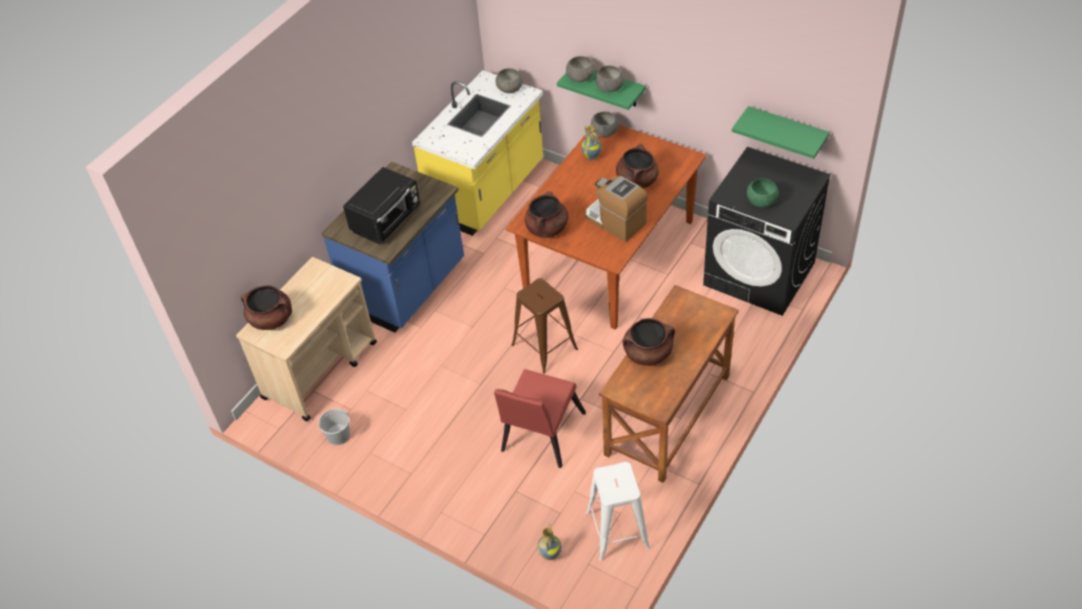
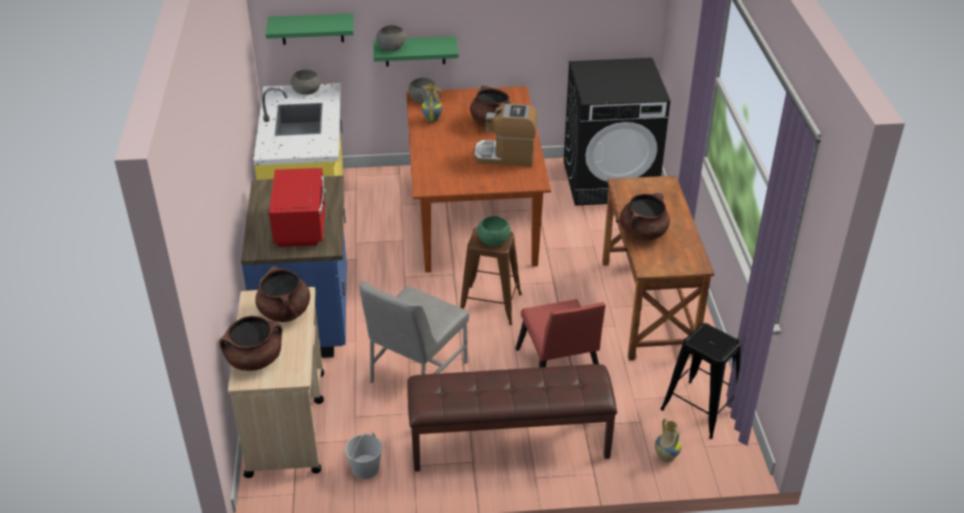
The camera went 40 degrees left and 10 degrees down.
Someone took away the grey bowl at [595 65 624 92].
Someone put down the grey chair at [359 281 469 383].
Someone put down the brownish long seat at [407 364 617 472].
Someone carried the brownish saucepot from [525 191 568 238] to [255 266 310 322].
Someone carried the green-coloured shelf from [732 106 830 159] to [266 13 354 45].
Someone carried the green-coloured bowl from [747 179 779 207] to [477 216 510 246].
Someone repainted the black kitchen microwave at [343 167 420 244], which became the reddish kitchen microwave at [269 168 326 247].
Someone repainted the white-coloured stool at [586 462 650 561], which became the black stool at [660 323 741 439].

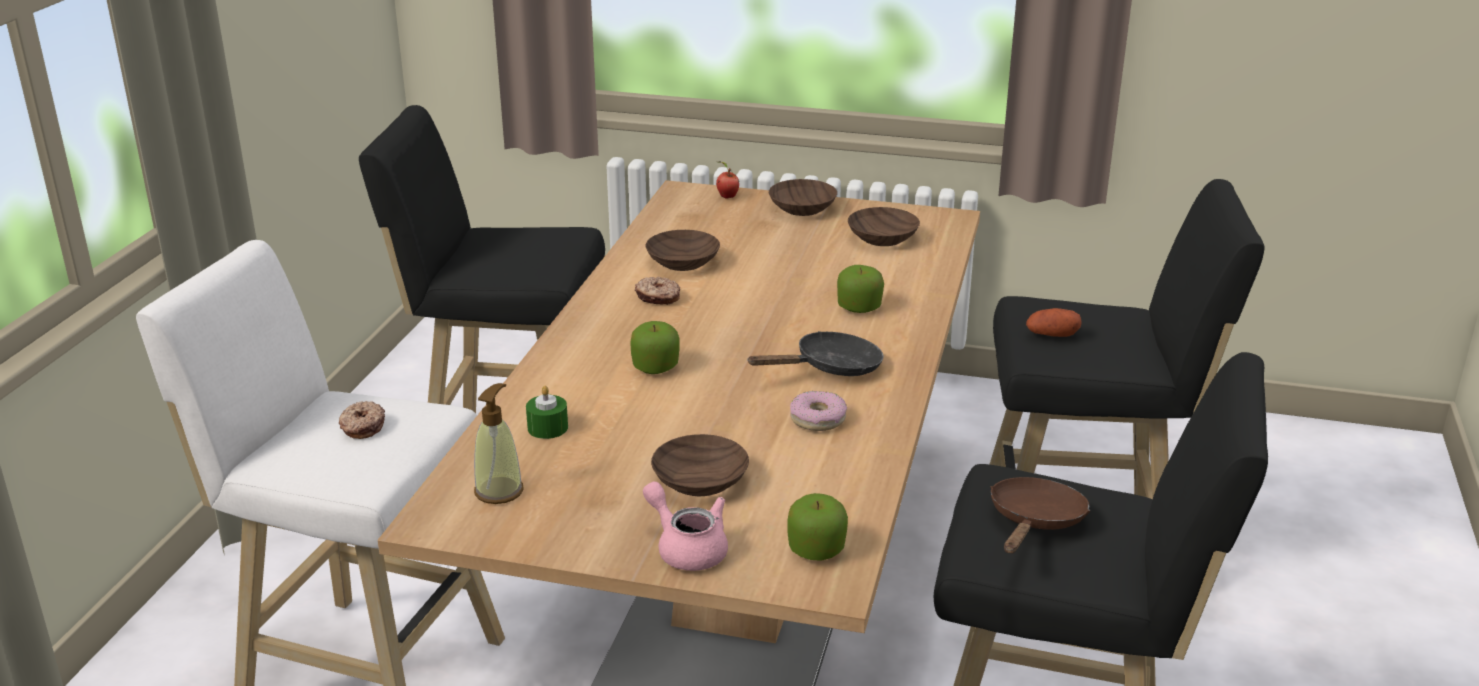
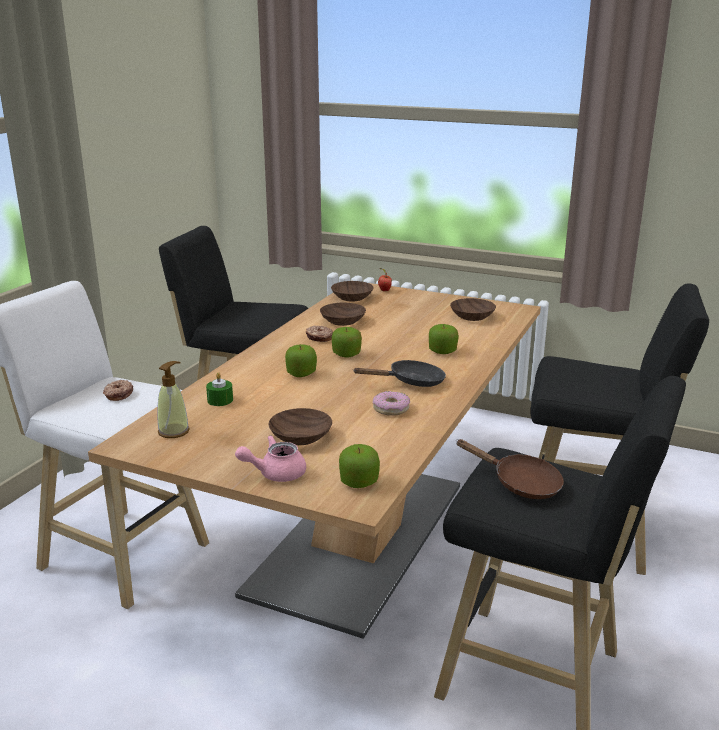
The camera went 10 degrees right and 5 degrees down.
Someone took away the spud at [1026 308 1082 337].
Someone put down the whole apple at [332 327 362 357].
Someone carried the brownish bowl from [769 179 837 216] to [331 281 373 301].
Someone rotated the pink-coloured teapot at [643 482 728 571] by 75 degrees counterclockwise.
Someone rotated the brownish skillet at [990 477 1090 554] by 90 degrees clockwise.

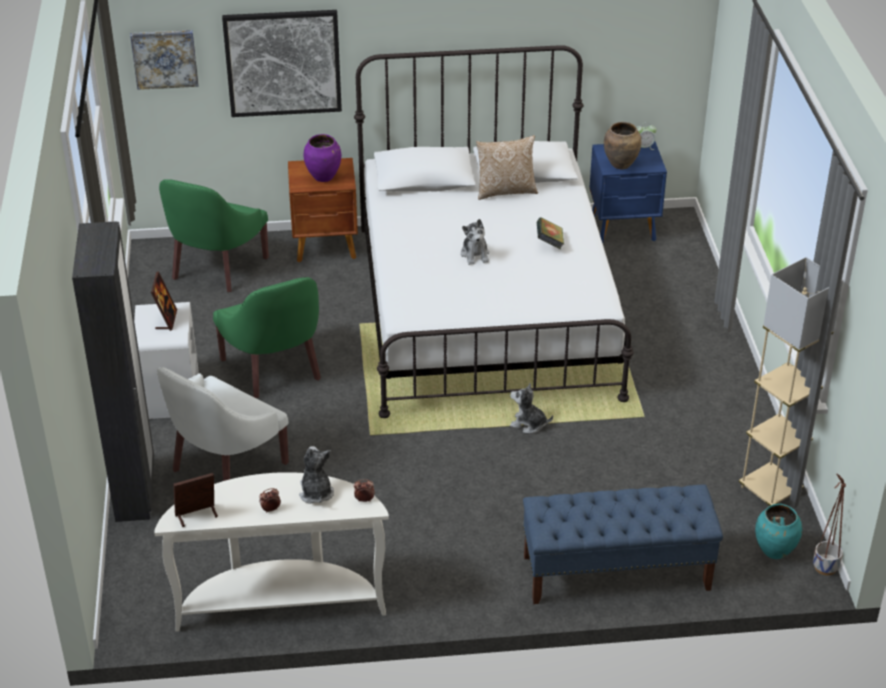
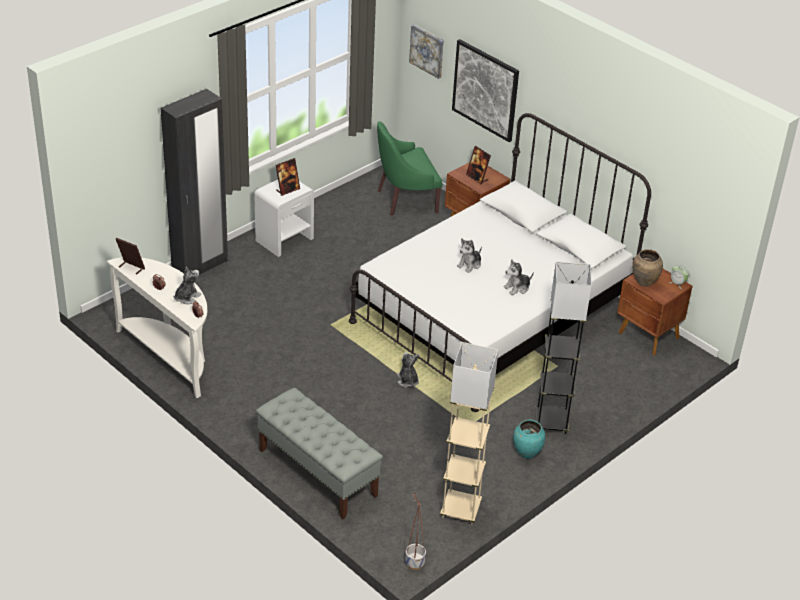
The camera went 50 degrees right and 0 degrees up.
Someone took away the white-coloured easy chair at [157 367 289 481].
Someone took away the green-coloured easy chair at [213 277 321 398].
Someone took away the throw pillow at [476 135 538 200].
Someone put down the grey standard lamp at [536 261 592 434].
Someone carried the turquoise-coloured vase from [755 504 802 559] to [513 419 545 459].
Someone swapped the purple-coloured vase at [304 134 341 182] for the standing frame at [466 146 491 184].
Someone swapped the bound book at [537 217 564 249] for the plush toy at [503 259 534 295].
Someone repainted the bluish long seat at [523 485 723 604], which became the grey long seat at [256 388 383 519].
Someone repainted the bluish bedside table at [590 141 667 243], which became the brownish bedside table at [617 269 693 355].

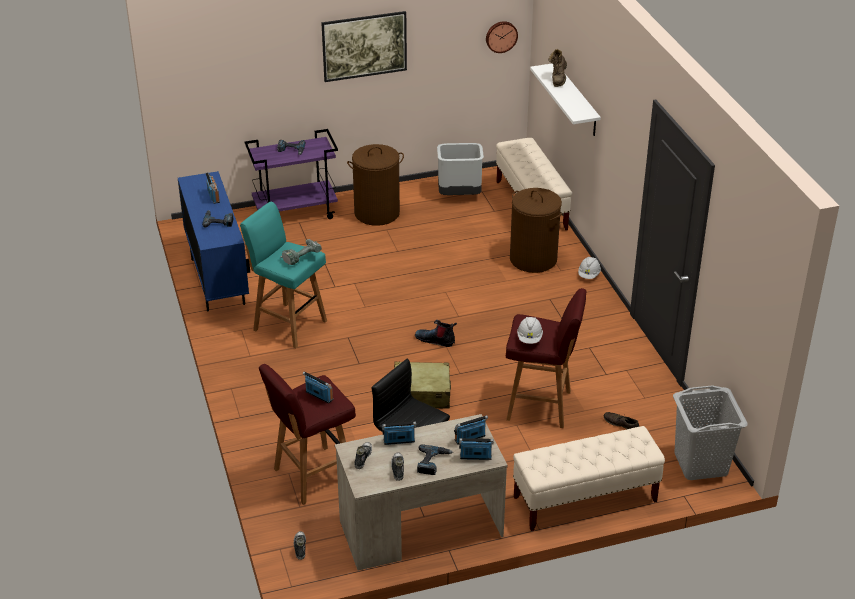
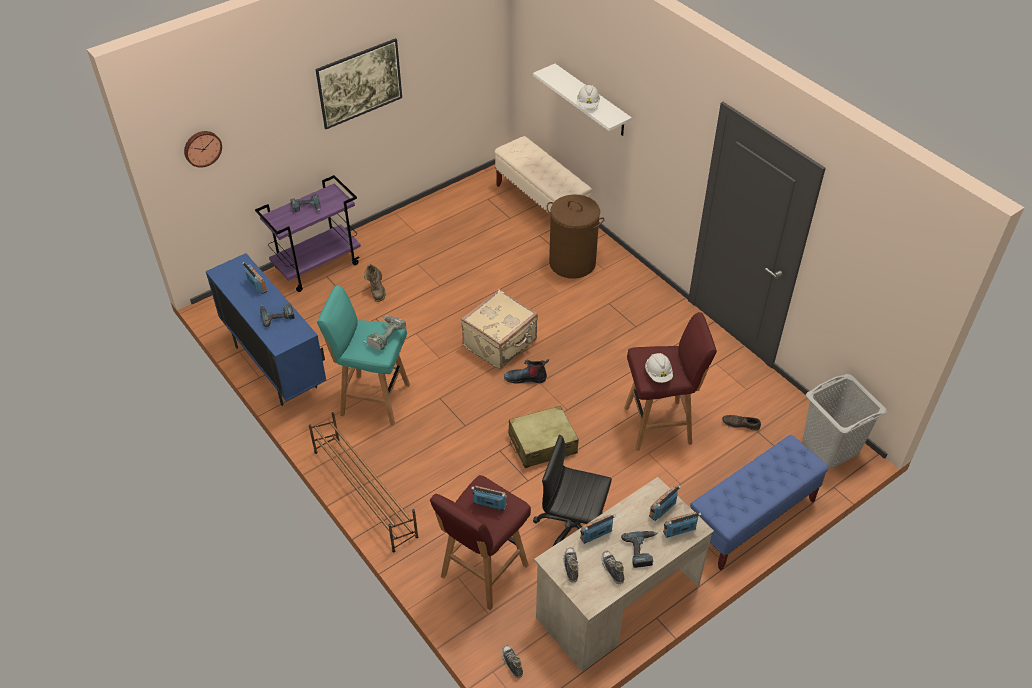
The camera went 20 degrees left and 10 degrees up.
Someone took away the brownish washing basket at [347 144 404 226].
Someone took away the grey trash can at [437 143 484 195].
Someone put down the brownish shoe shelf at [309 412 418 553].
Someone put down the beige-coloured travel case at [461 289 538 369].
Someone carried the hanging clock from [486 21 518 53] to [184 131 222 168].
Someone carried the brownish tall boot from [548 49 567 87] to [364 264 385 302].
Someone carried the white-coloured safety helmet from [578 257 601 279] to [577 85 600 108].
Someone repainted the beige-coloured long seat at [513 426 665 531], which became the bluish long seat at [690 435 828 570].

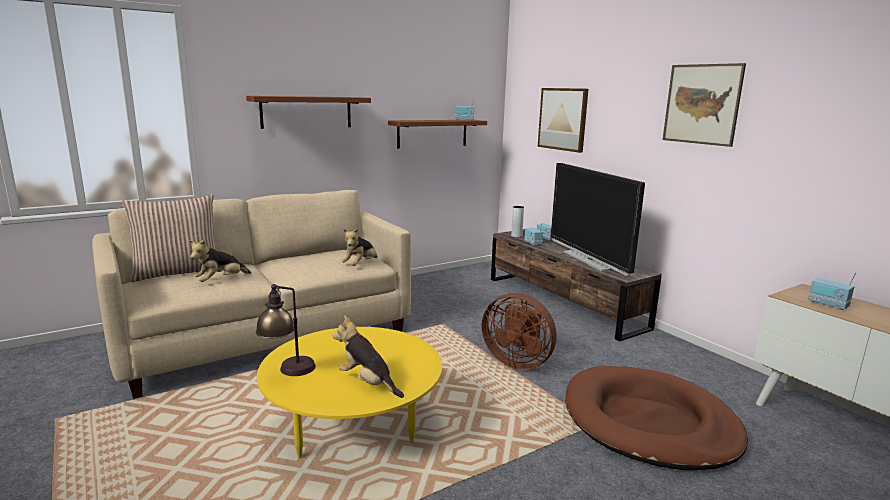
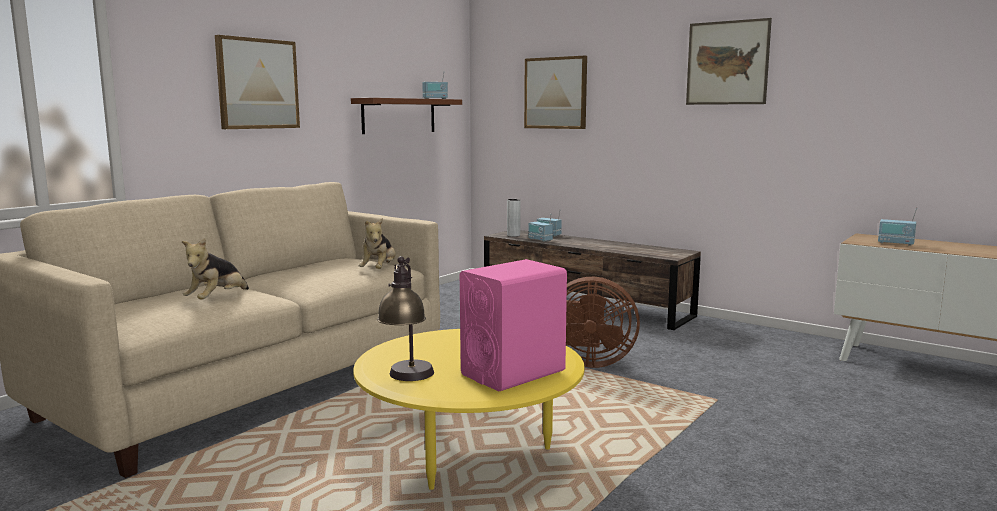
The camera went 20 degrees left and 5 degrees down.
Someone took away the throw pillow at [122 195 222 282].
Someone took away the TV at [551 163 645 276].
Someone took away the brownish dog cushion at [565 366 748 470].
Someone swapped the brownish shelf at [246 96 371 129] for the wall art at [215 35 300 129].
Someone swapped the plush toy at [332 315 404 398] for the pink-coloured loudspeaker at [460 259 567 391].

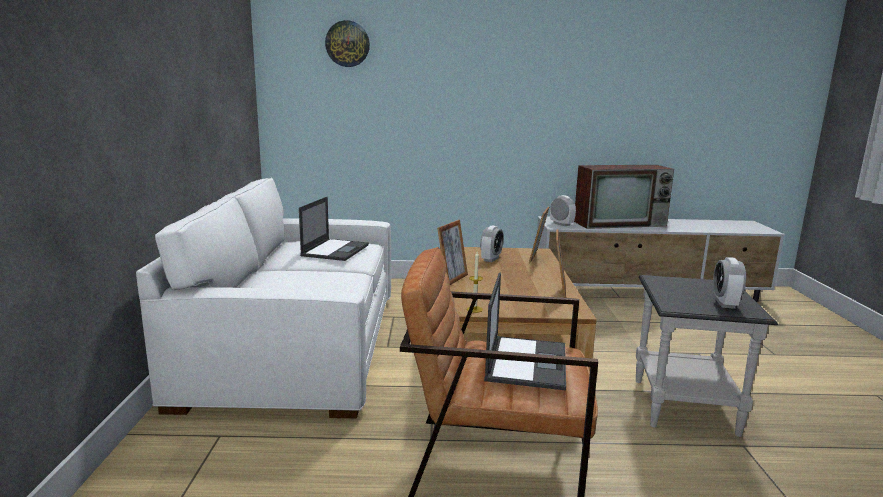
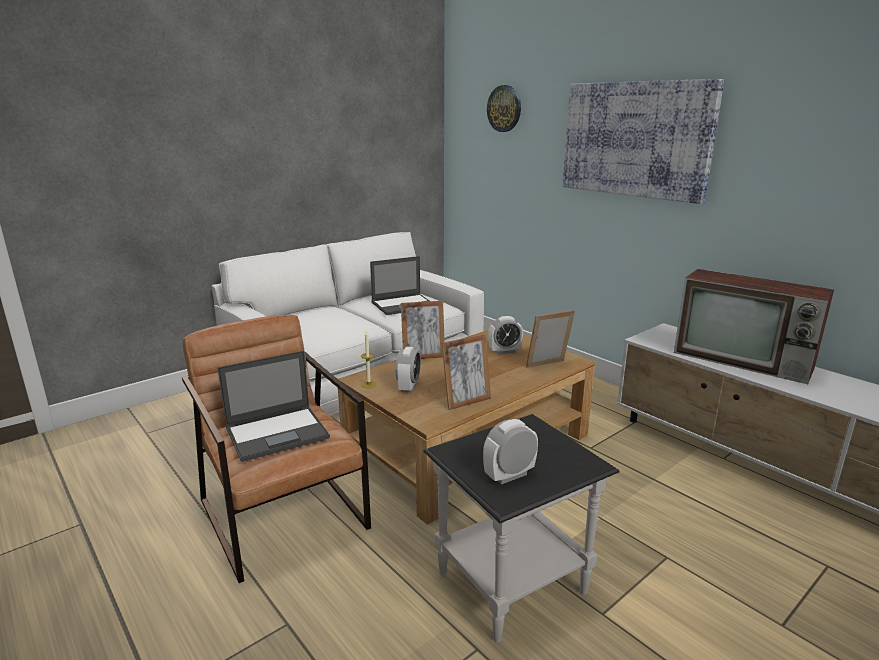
The camera went 50 degrees right and 5 degrees up.
Someone put up the wall art at [563 79 724 204].
Someone carried the table clock from [550 195 576 226] to [395 347 421 393].

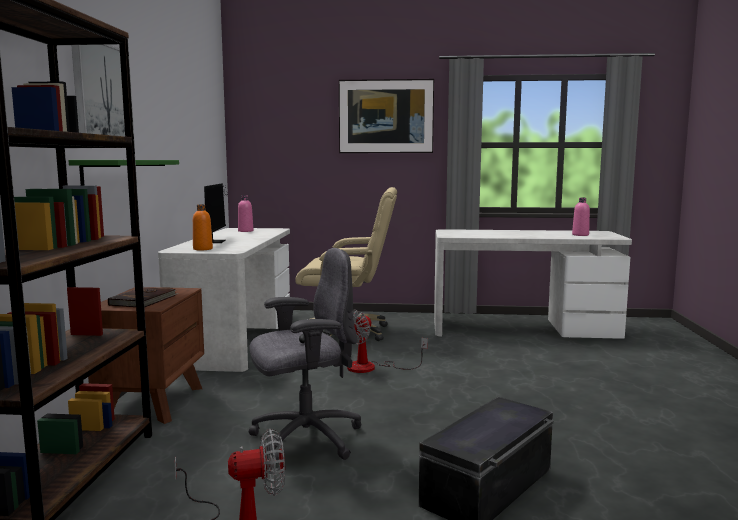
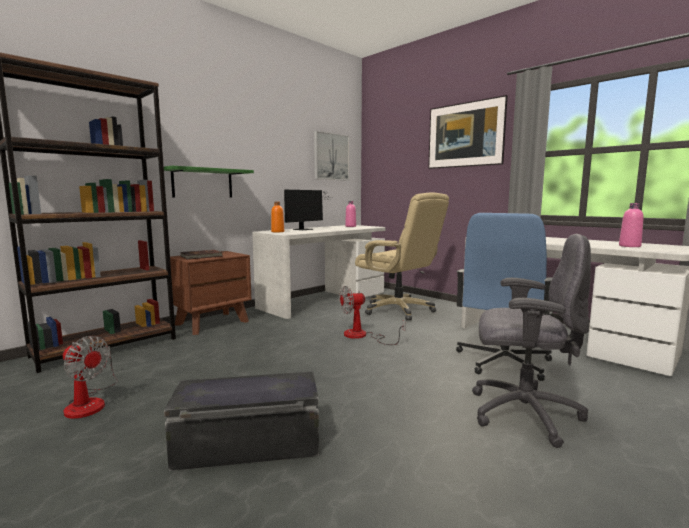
The camera went 40 degrees right and 0 degrees up.
Someone put down the bluish computer chair at [456 213 553 381].
Someone carried the wall art from [71 45 135 145] to [314 130 350 181].
Someone carried the grey computer chair from [249 248 361 460] to [472 234 591 448].

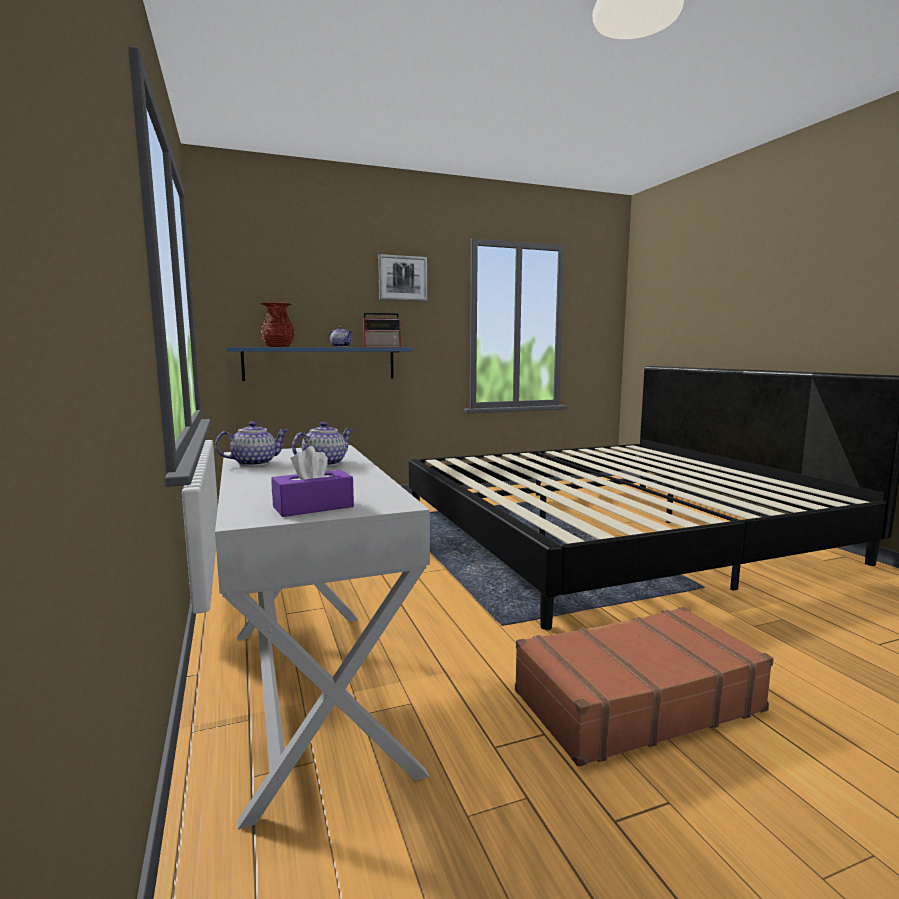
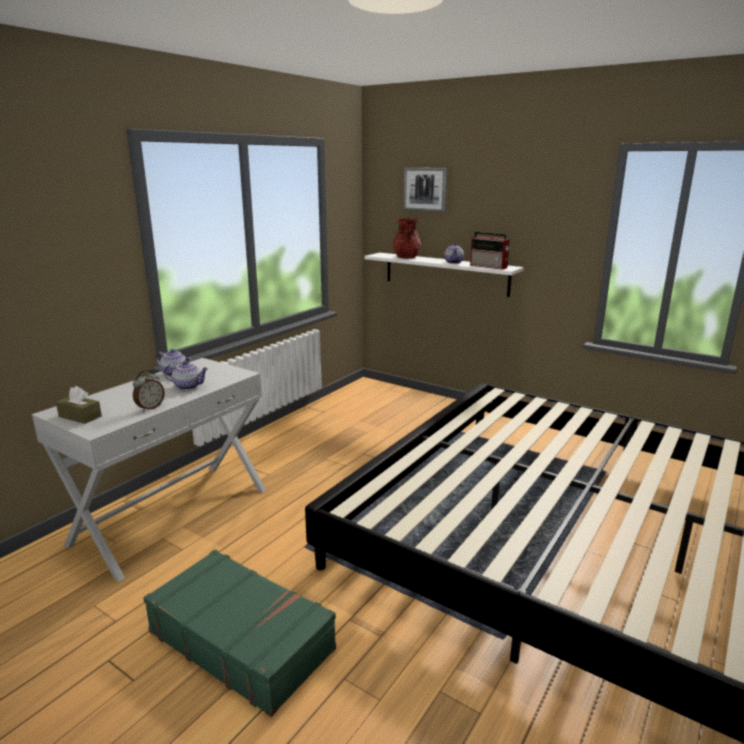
The camera went 55 degrees right and 10 degrees up.
Someone put down the table clock at [133 370 165 412].
Someone carried the wall art from [378 254 427 301] to [403 167 447 212].
Someone repainted the bluish shelf at [226 347 412 381], which became the white-coloured shelf at [364 253 524 297].
Someone repainted the purple-coloured tissue box at [271 446 354 517], which became the brownish tissue box at [56 386 102 424].
Someone repainted the brownish travel case at [515 607 774 767], which became the green-coloured travel case at [143 550 336 717].

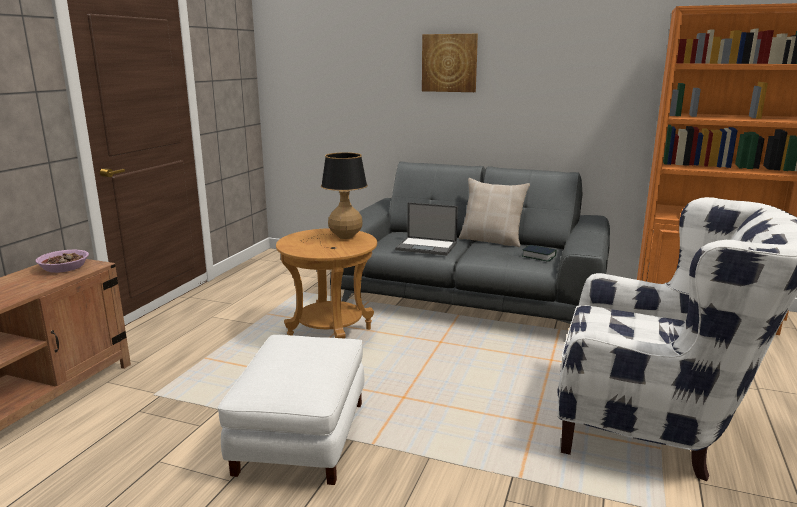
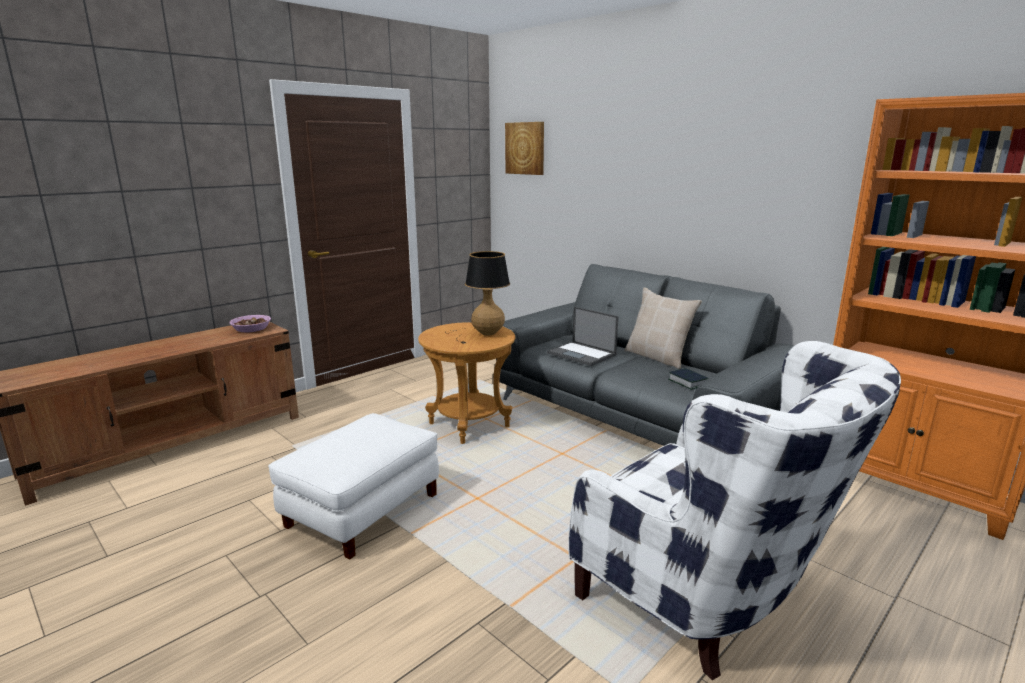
The camera went 25 degrees right and 0 degrees up.
Someone carried the wall art from [422 34 478 92] to [505 122 544 175].

